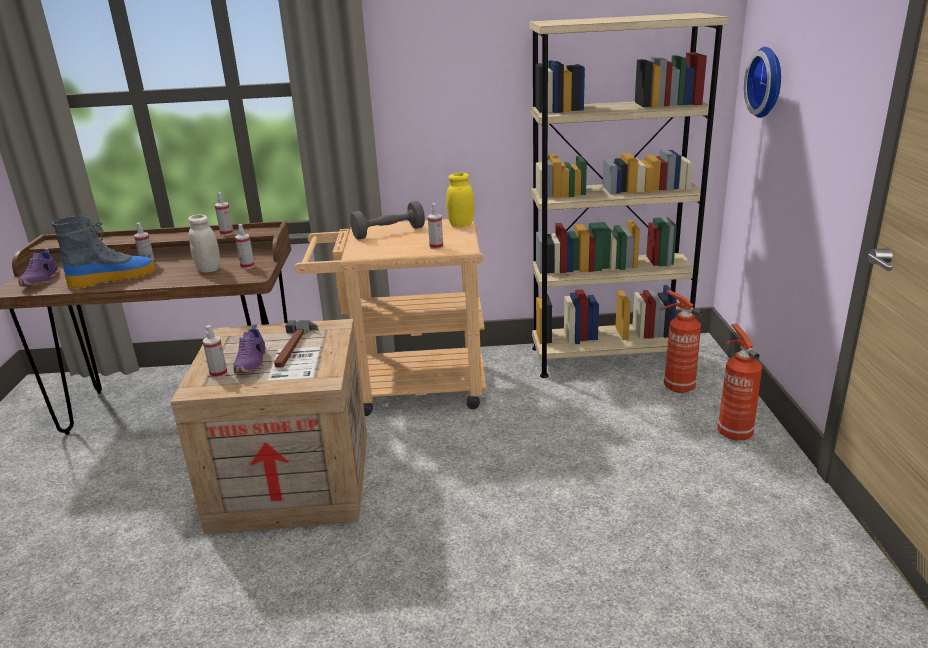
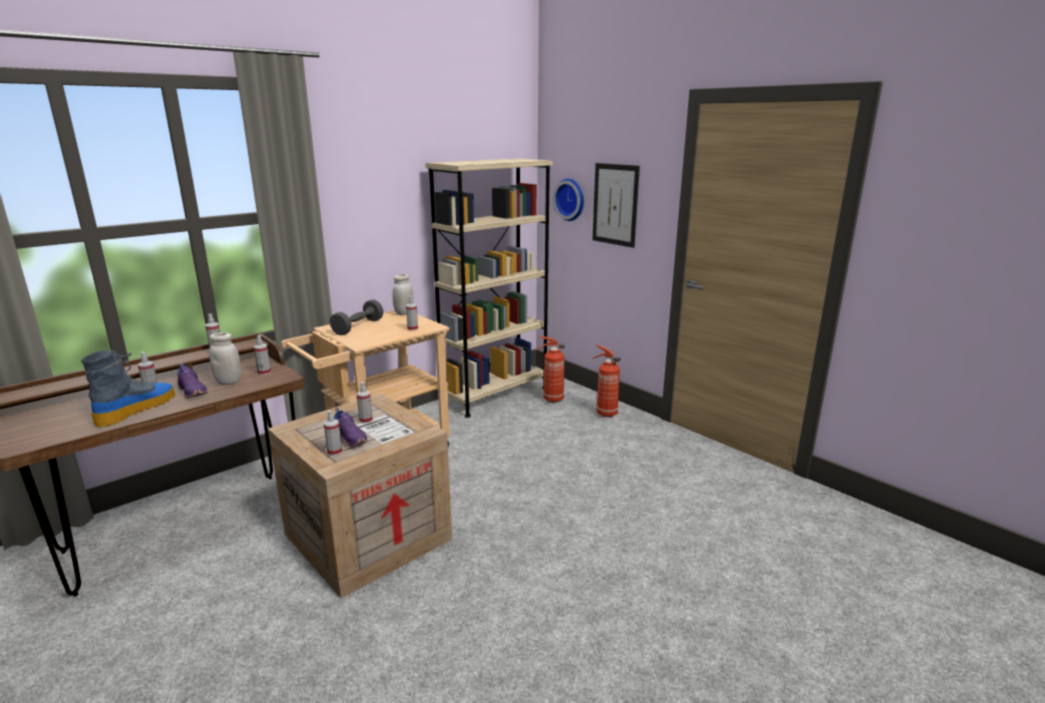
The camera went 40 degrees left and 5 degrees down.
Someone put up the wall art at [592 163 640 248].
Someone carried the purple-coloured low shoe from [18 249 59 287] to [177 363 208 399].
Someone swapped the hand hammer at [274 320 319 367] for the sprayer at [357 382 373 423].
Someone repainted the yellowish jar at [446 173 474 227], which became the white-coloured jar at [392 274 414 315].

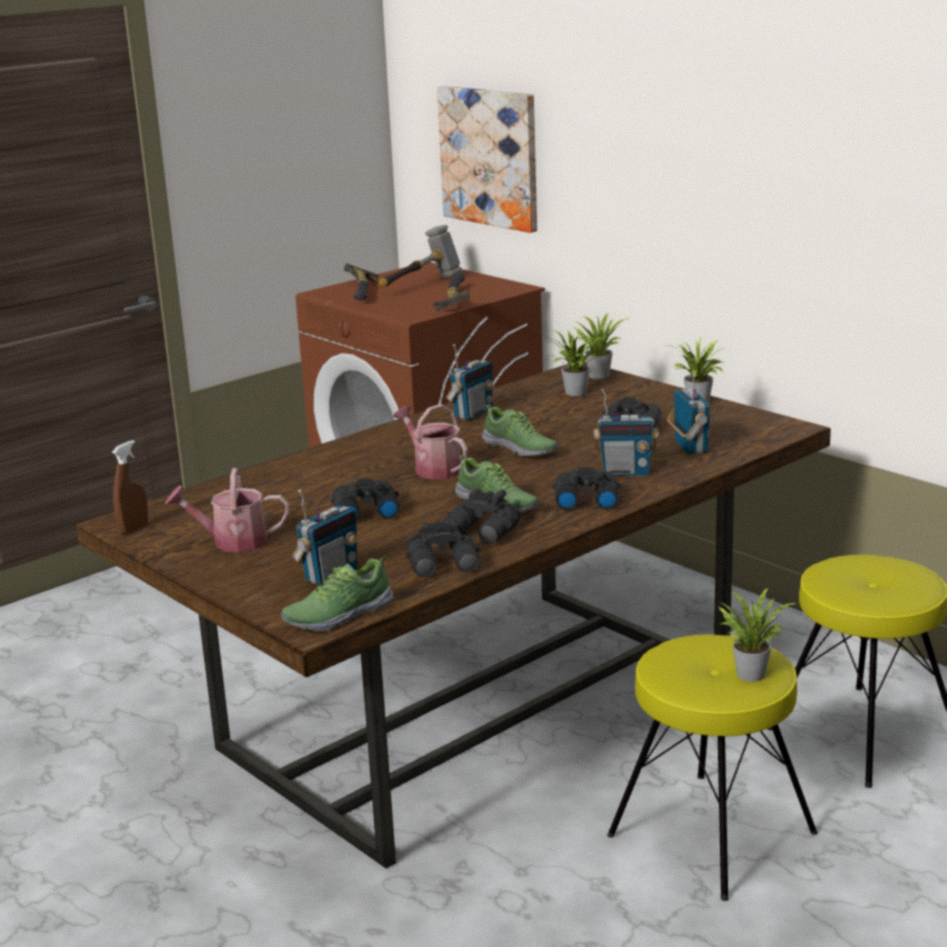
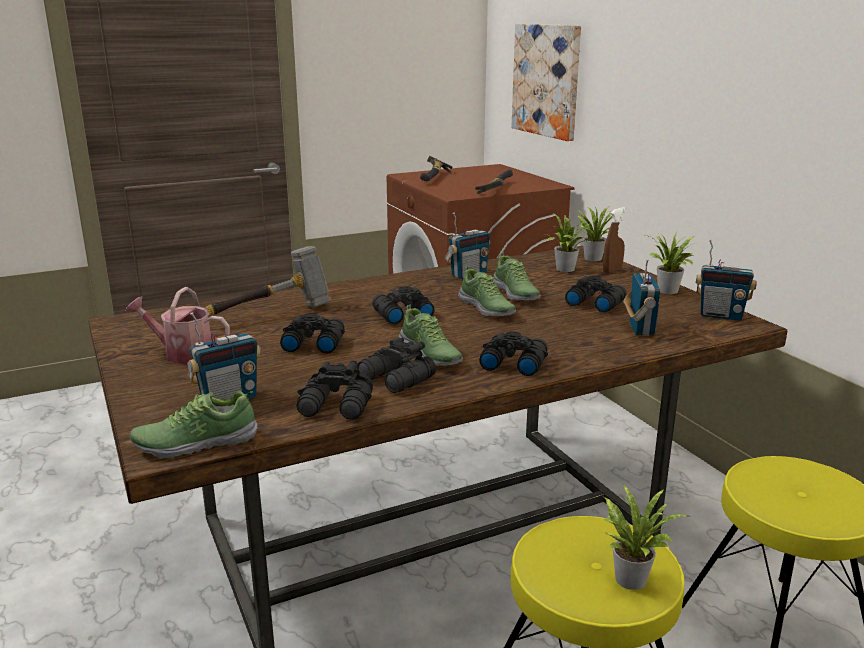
The camera went 15 degrees right and 0 degrees up.
Someone put down the low shoe at [493 252 541 301].
Someone carried the brownish sprayer from [112 440 148 534] to [603 207 625 273].
Someone carried the hand hammer from [379 225 462 287] to [206 246 331 315].
Someone carried the radio set from [593 388 659 476] to [696 240 757 321].
Someone swapped the watering can at [394 404 468 479] for the black pair of binoculars at [372 286 435 324].

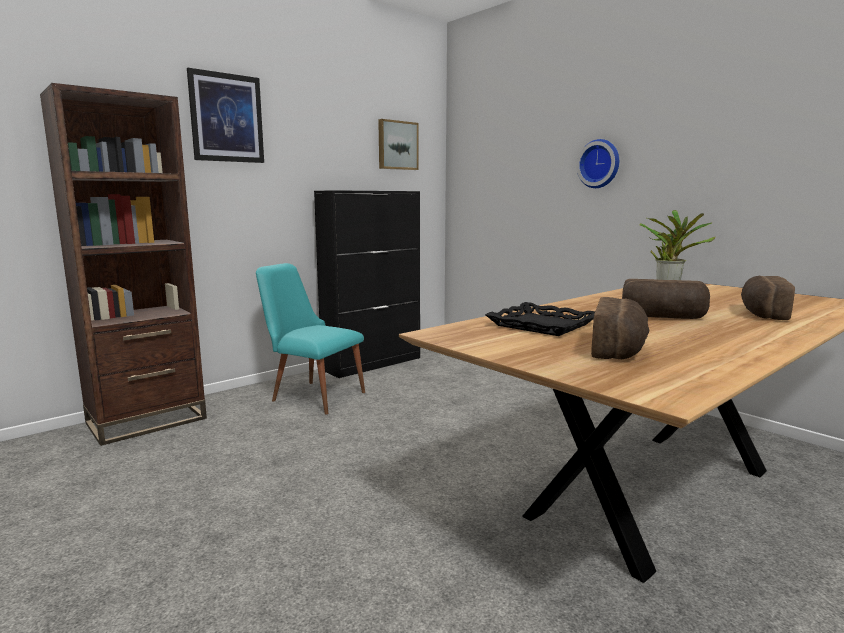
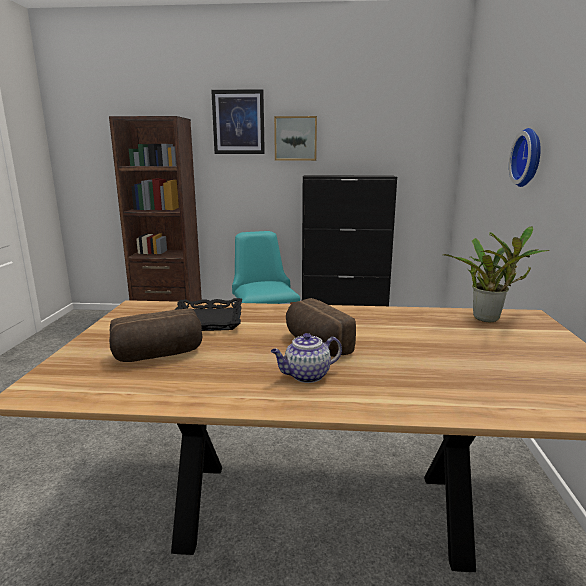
The camera went 45 degrees right and 5 degrees up.
Someone took away the baked bread at [741 276 795 320].
Someone put down the teapot at [271 333 342 383].
Someone carried the wall art from [378 119 419 170] to [274 116 317 161].

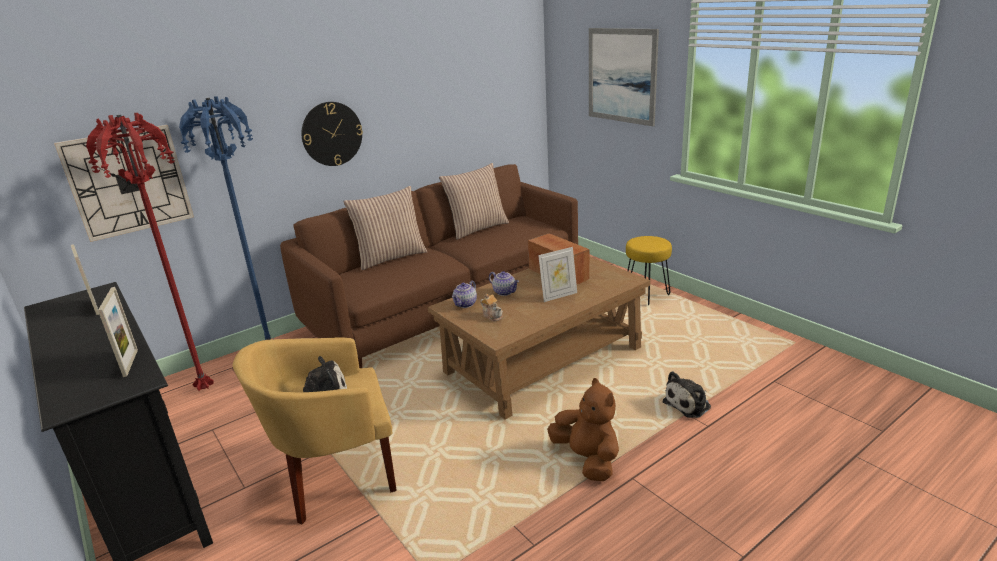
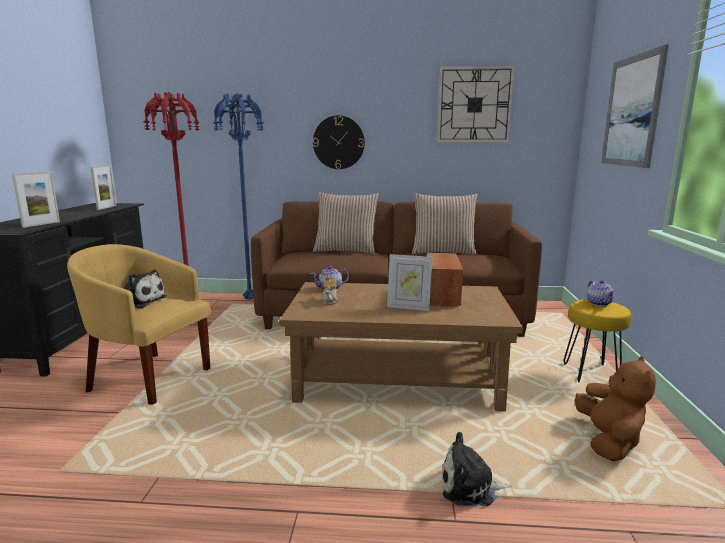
The camera went 40 degrees right and 10 degrees down.
Someone carried the hanging clock from [54 125 194 242] to [437 66 515 142].
Someone carried the teapot from [489 271 519 296] to [587 280 615 306].
Someone carried the brownish plush toy from [547 378 619 481] to [575 356 656 462].

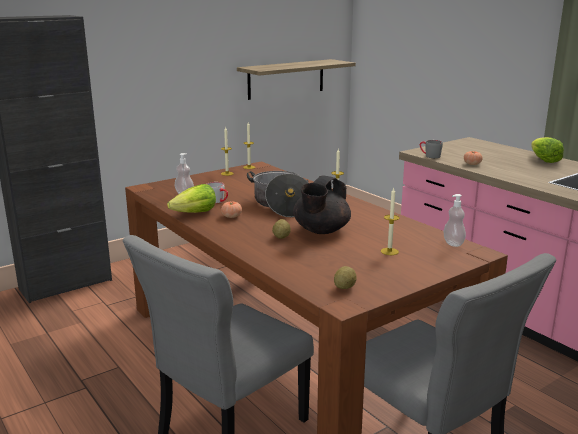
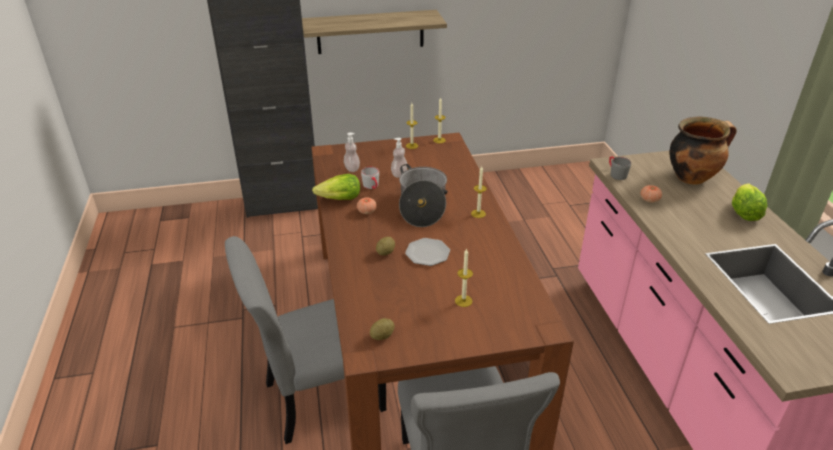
The camera went 25 degrees right and 15 degrees up.
Someone put down the saucepot at [670 117 737 185].
Someone carried the shelf from [237 59 356 100] to [302 10 447 54].
Someone carried the soap dispenser from [443 194 466 247] to [391 138 407 178].
Someone swapped the black teapot at [293 176 351 234] for the dinner plate at [405 238 450 266].

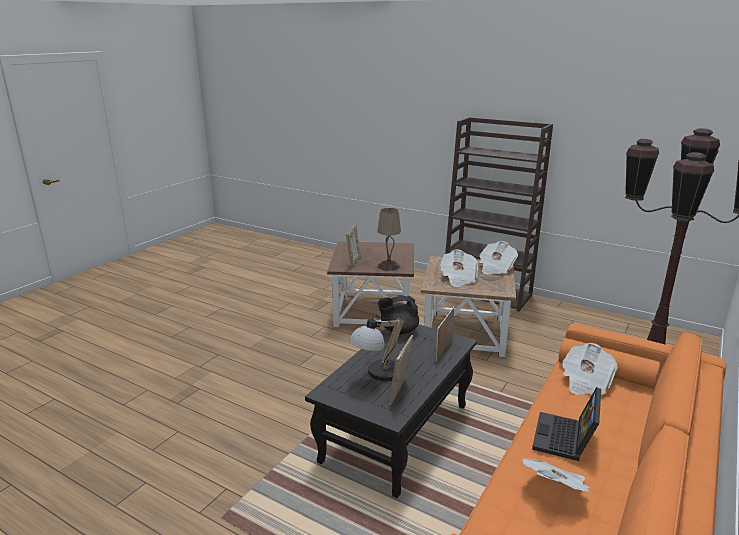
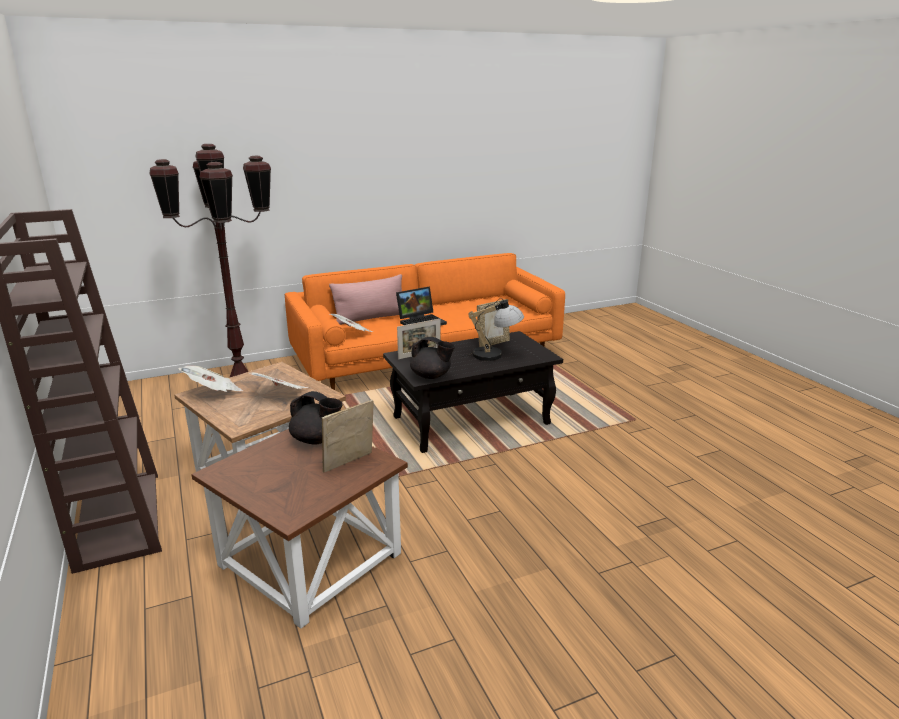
The camera went 145 degrees left and 0 degrees up.
Someone took away the printed paper at [522 458 590 493].
Someone put down the pink-coloured throw pillow at [329 274 402 325].
Someone swapped the beige-coloured tabletop lamp at [377 208 401 271] for the black teapot at [289 391 343 445].

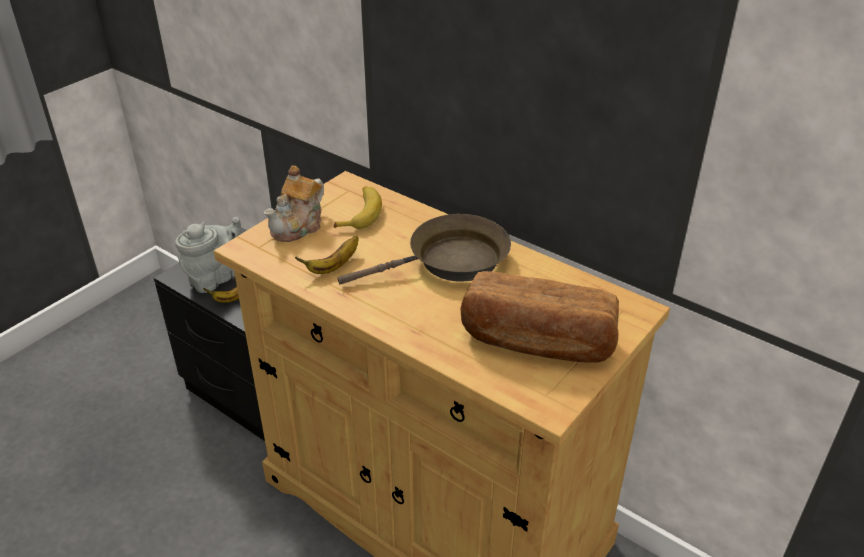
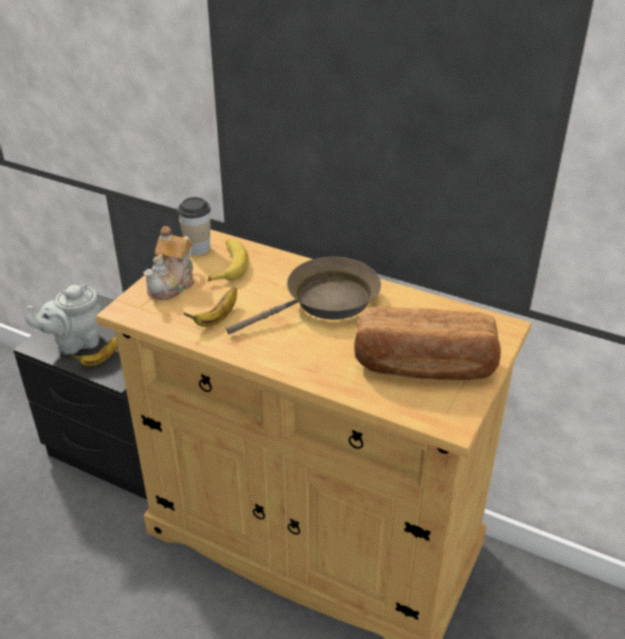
The camera went 10 degrees left and 0 degrees up.
Someone put down the small cup at [177 197 211 255].
Someone rotated the grey teapot at [175 217 241 293] by 150 degrees counterclockwise.

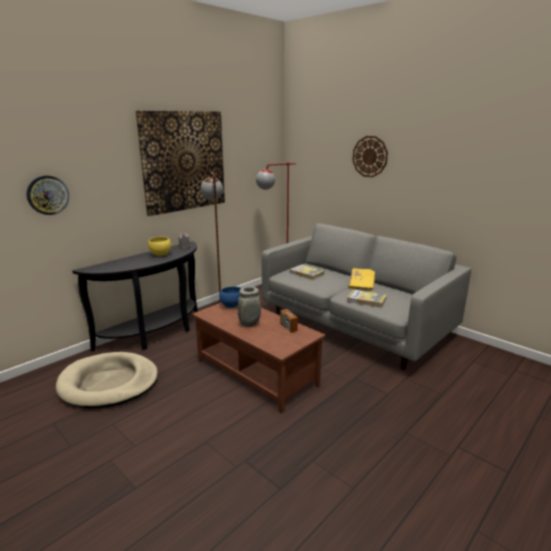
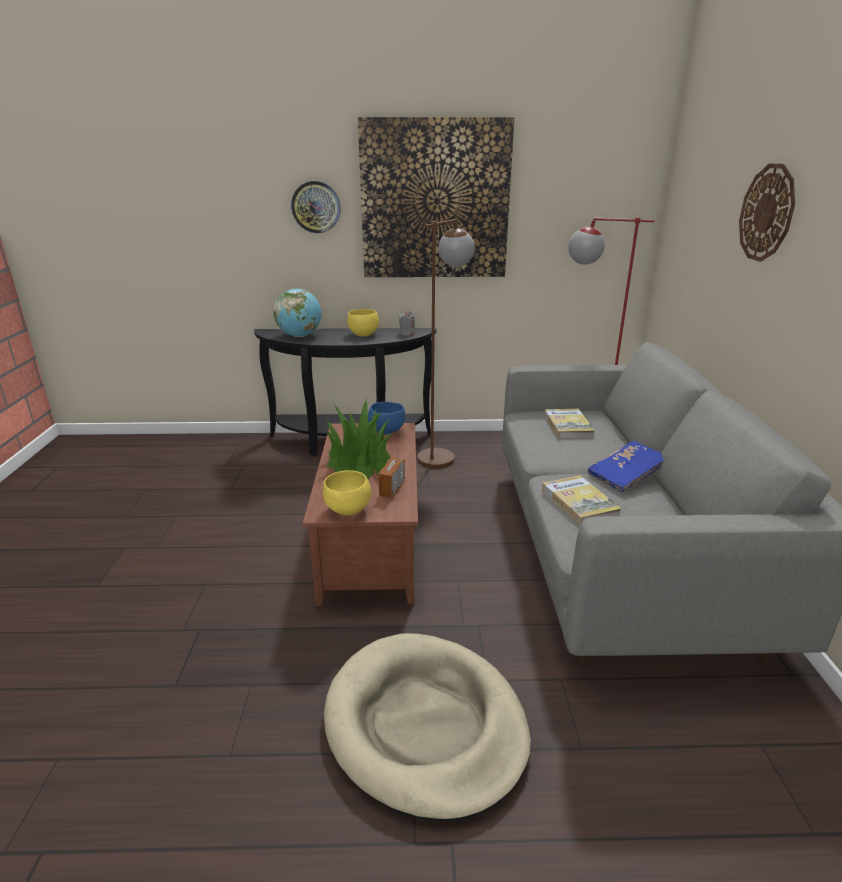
The camera went 45 degrees right and 5 degrees up.
Someone put down the world globe at [274 289 322 337].
Someone put down the yellowish bowl at [323 470 371 515].
Someone carried the hanging clock from [26 175 69 215] to [291 181 341 233].
Someone carried the beige-coloured dog cushion from [56 352 158 408] to [324 633 531 822].
Someone swapped the grey vase at [238 287 261 327] for the plant in a pot at [325 398 391 479].
Someone repainted the yellowish bound book at [348 268 375 291], which became the bluish bound book at [588 441 663 493].

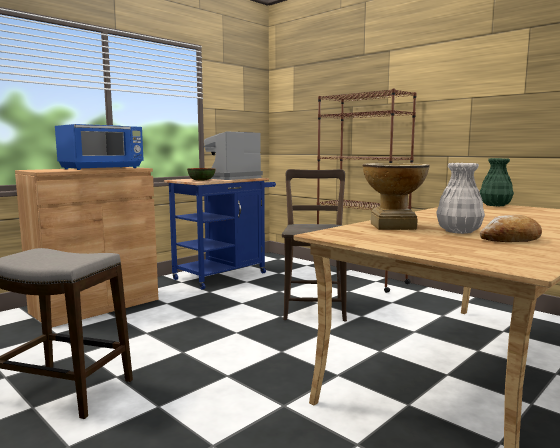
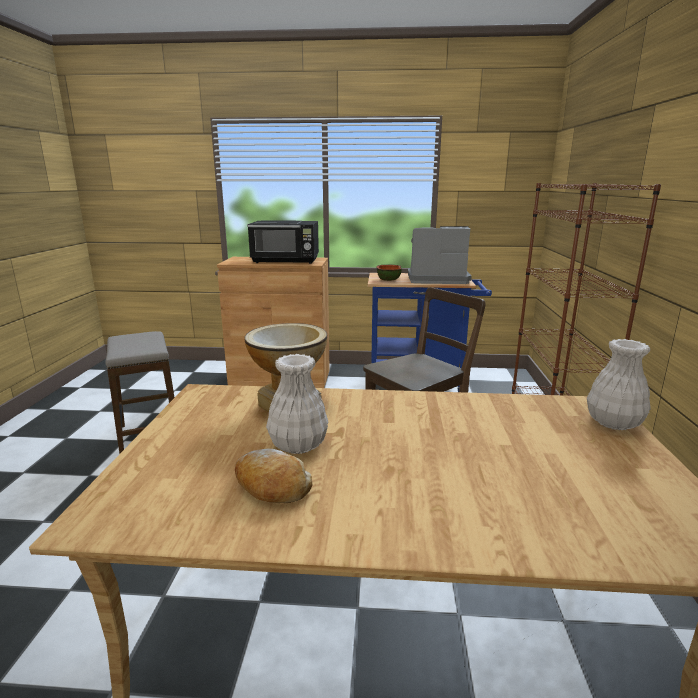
The camera went 50 degrees right and 10 degrees up.
Someone repainted the bluish kitchen microwave at [55 124 144 170], which became the black kitchen microwave at [247 220 319 264].
Someone repainted the green-coloured vase at [480 158 514 206], which became the white-coloured vase at [587 339 651 430].

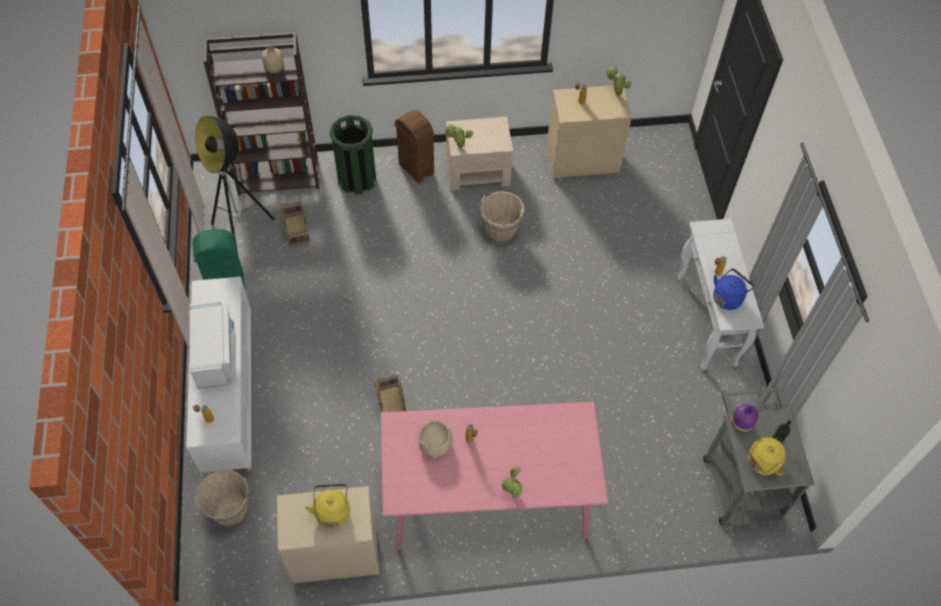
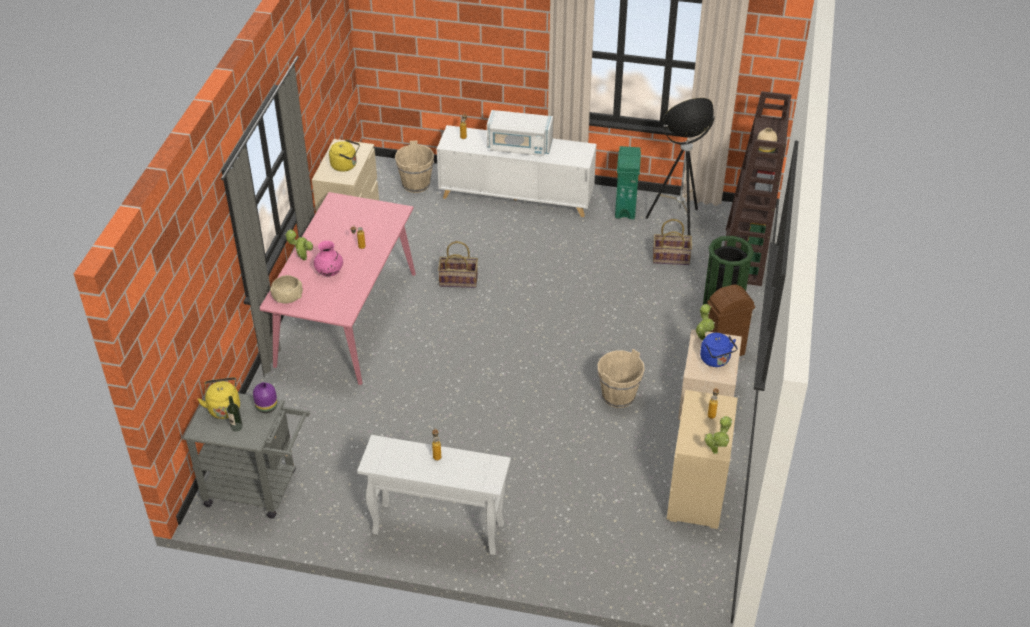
The camera went 110 degrees right and 15 degrees down.
Someone put down the pink-coloured vase at [314 241 343 276].
Someone carried the beige-coloured bowl from [418 421 454 458] to [270 275 303 303].
Someone carried the bluish tea kettle from [713 268 754 310] to [700 333 738 367].

